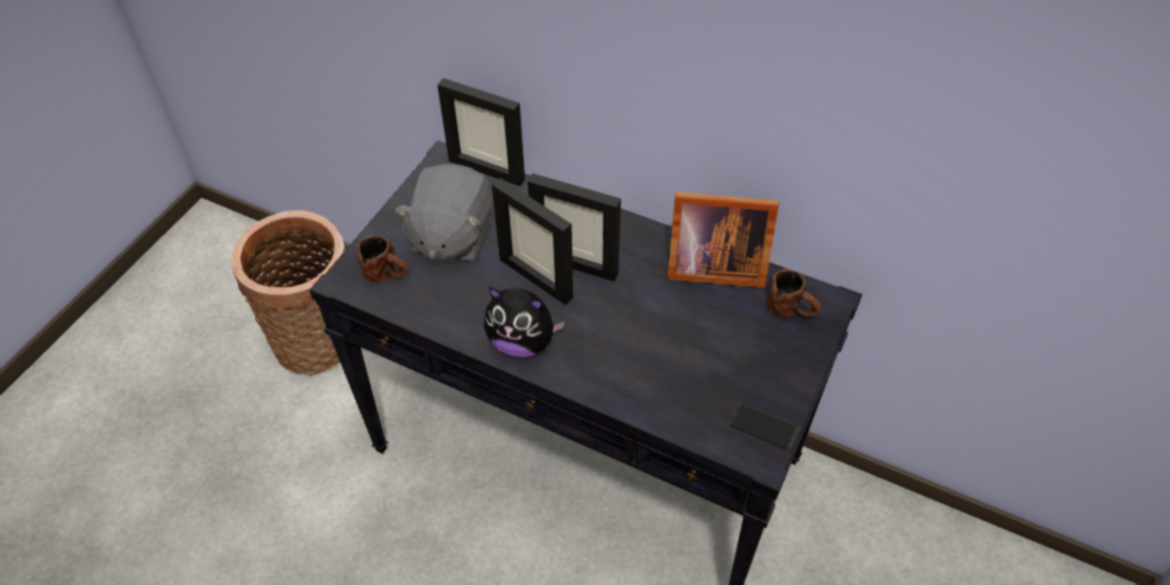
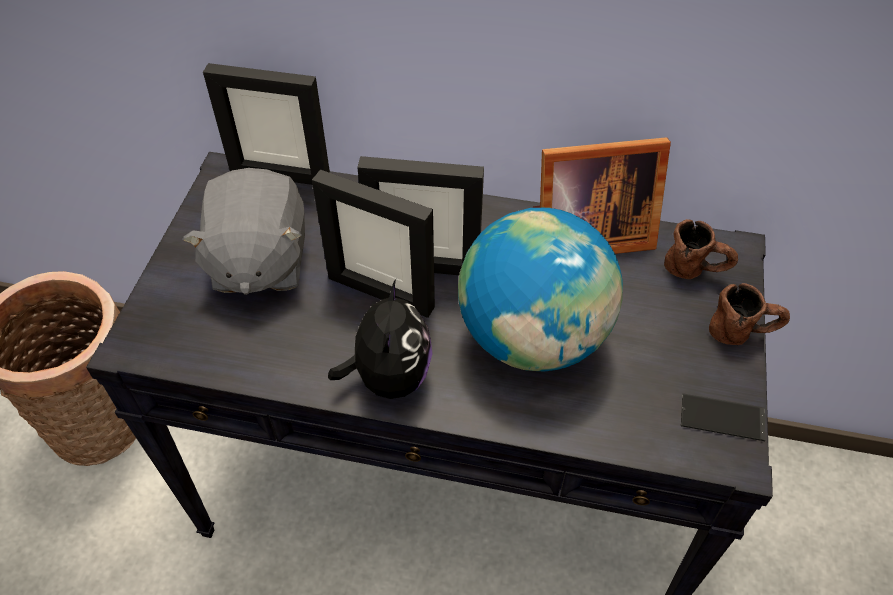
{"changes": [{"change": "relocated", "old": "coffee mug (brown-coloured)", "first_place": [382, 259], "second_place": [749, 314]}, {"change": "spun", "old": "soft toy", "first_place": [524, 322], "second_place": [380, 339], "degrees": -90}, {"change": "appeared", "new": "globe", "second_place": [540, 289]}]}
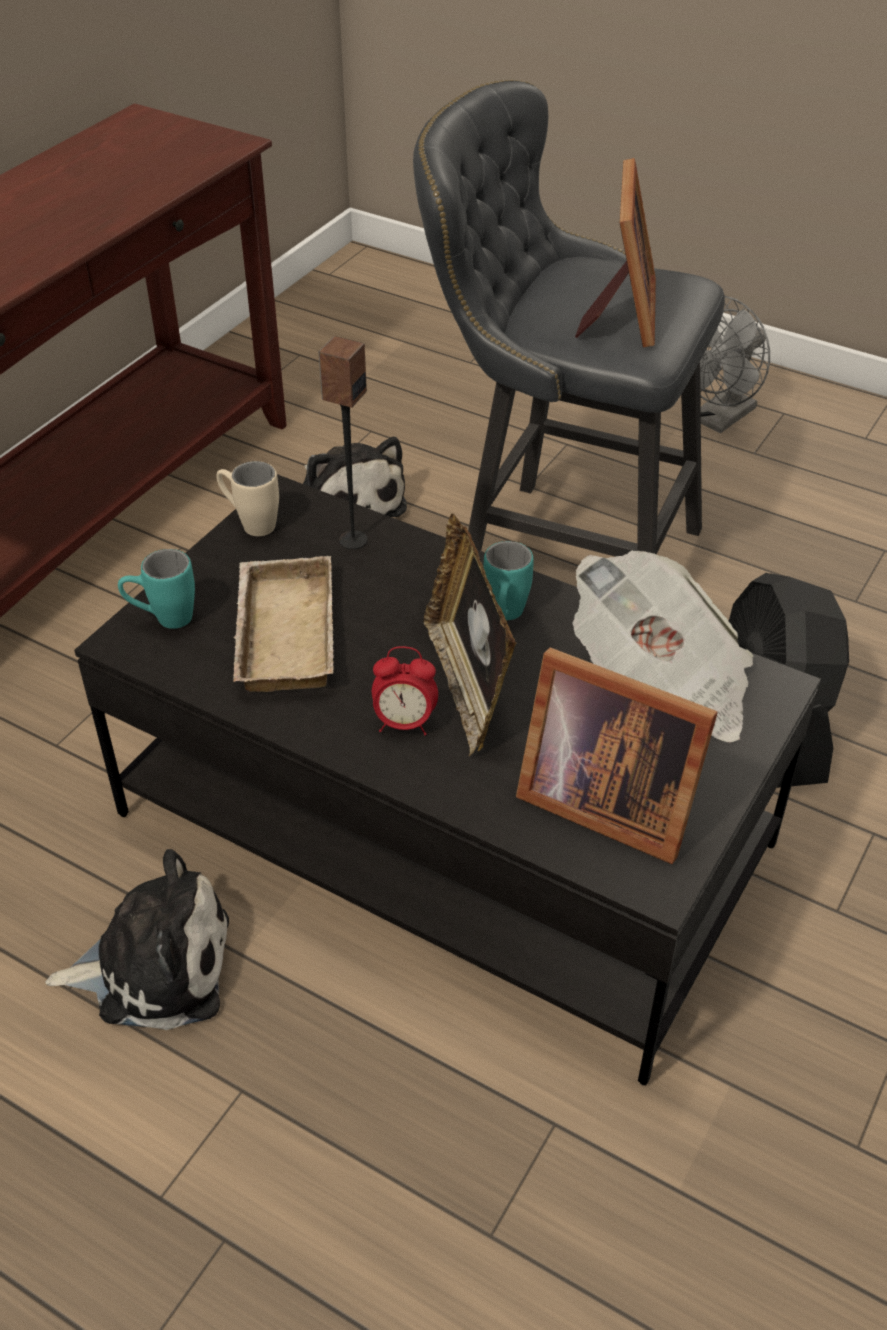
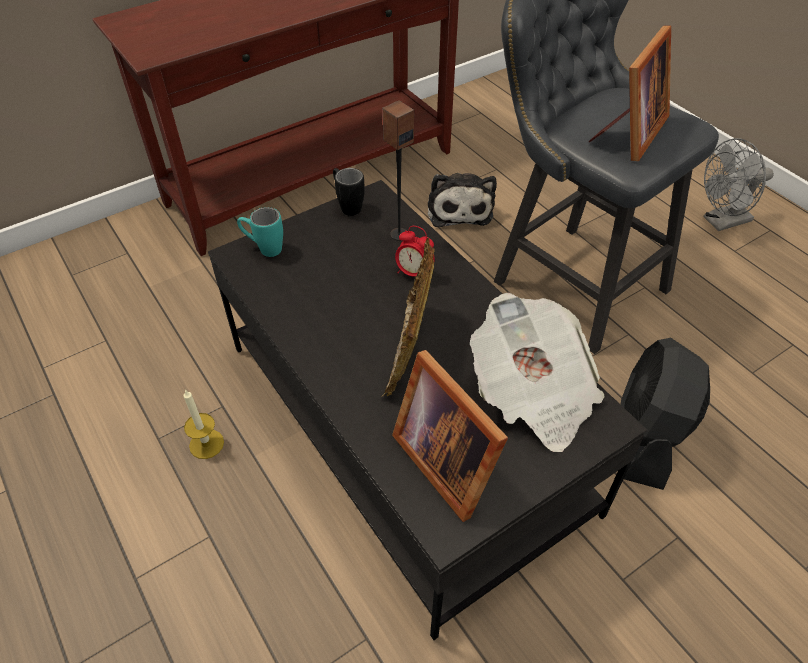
{"changes": [{"change": "exchanged", "old": "soft toy", "new": "wax candle", "first_place": [137, 939], "second_place": [203, 424]}, {"change": "colour", "old": "coffee mug (beige-coloured)", "new": "coffee mug (black-coloured)", "first_place": [247, 498], "second_place": [349, 192]}, {"change": "missing", "old": "carrying tray (beige-coloured)", "first_place": [283, 624]}, {"change": "relocated", "old": "table clock", "first_place": [405, 690], "second_place": [415, 251]}, {"change": "missing", "old": "coffee mug (blue-green)", "first_place": [509, 580]}]}
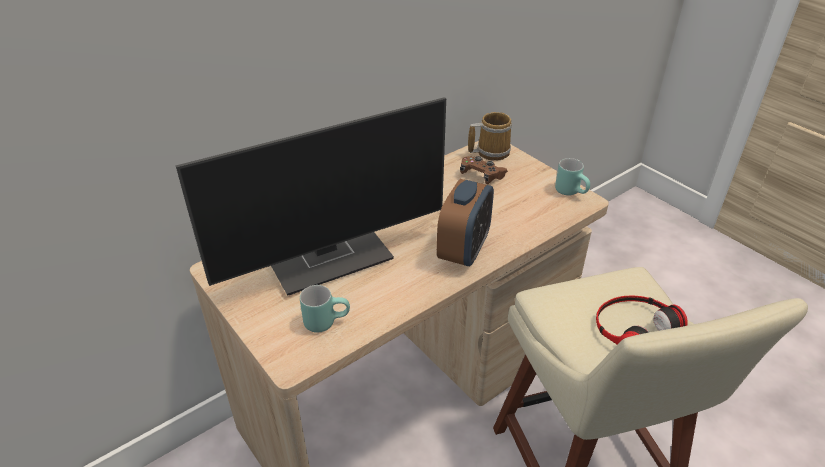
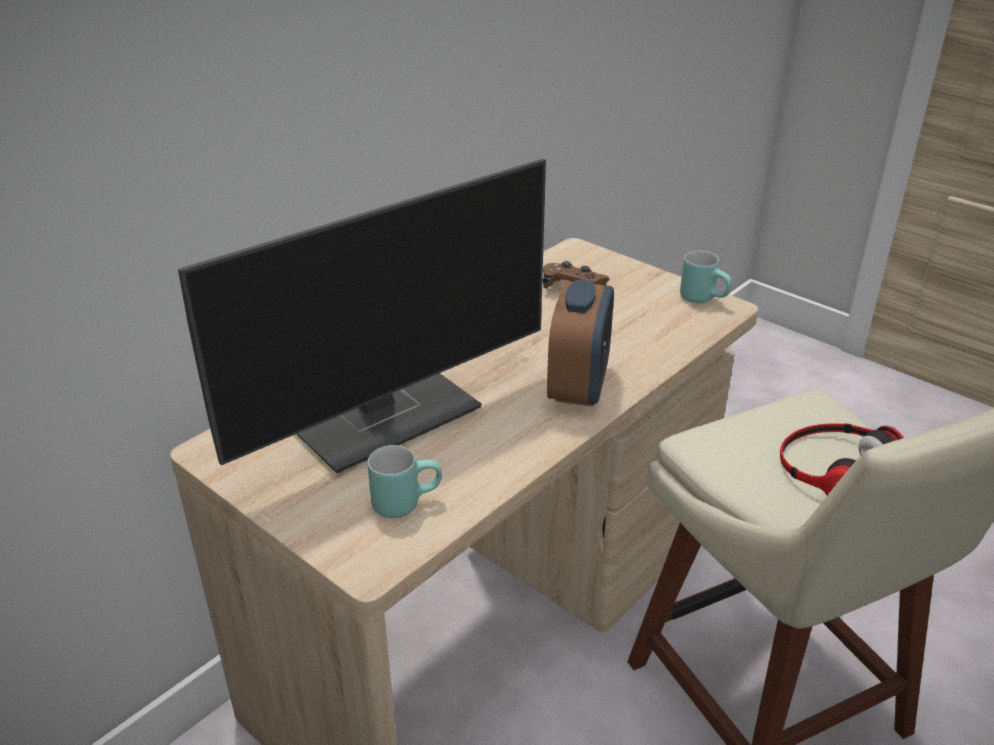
{"changes": [{"change": "missing", "old": "coffee mug", "first_place": [490, 136]}]}
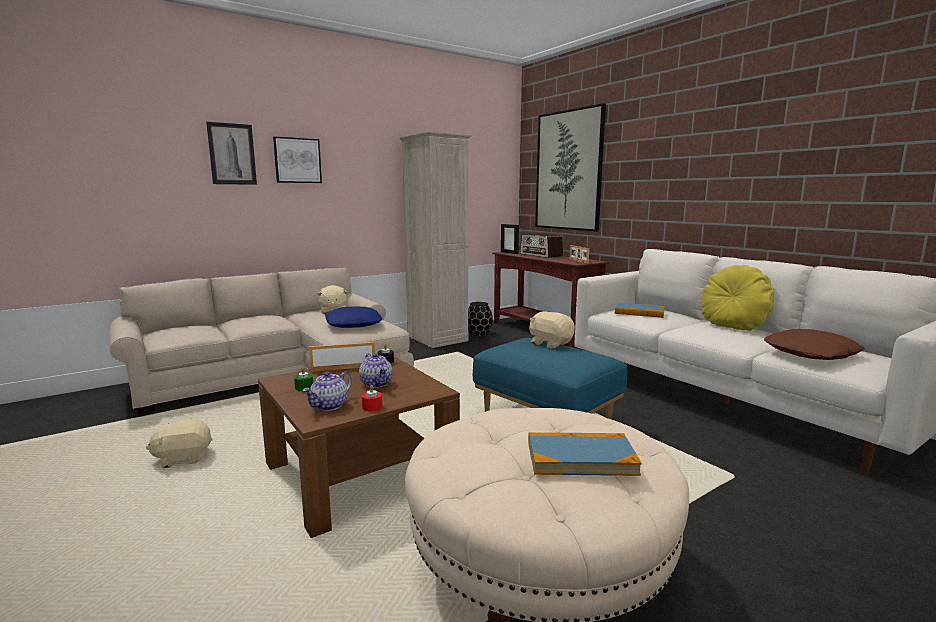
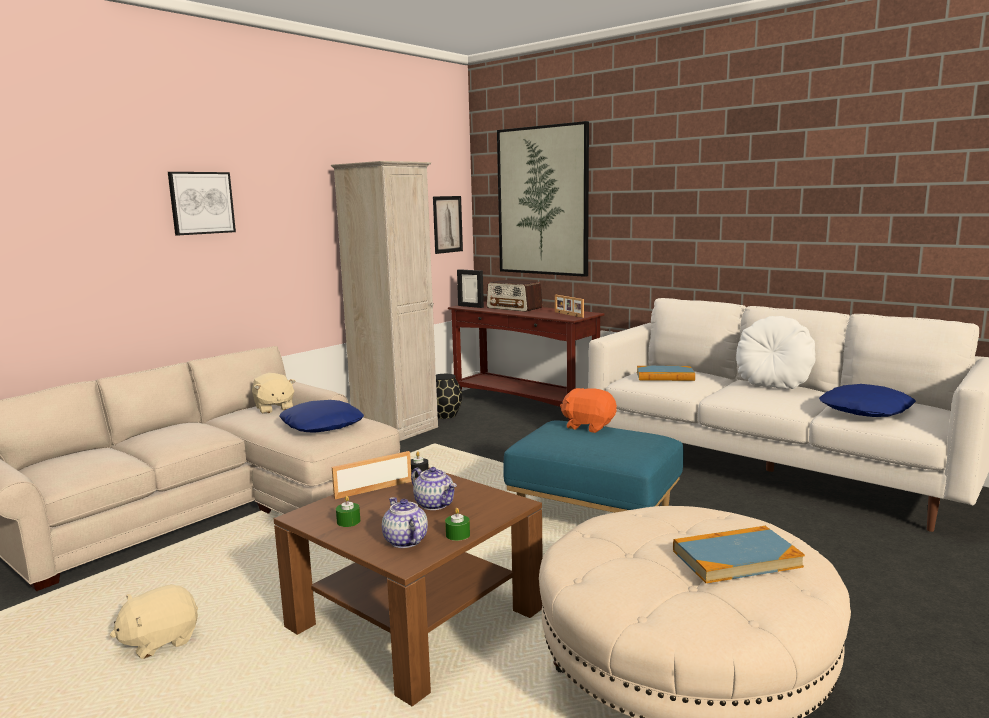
{"changes": [{"change": "relocated", "old": "picture", "first_place": [231, 153], "second_place": [448, 225]}, {"change": "spun", "old": "pot for tea", "first_place": [327, 391], "second_place": [405, 522], "degrees": 135}, {"change": "colour", "old": "wax candle (red-coloured)", "new": "wax candle (greenish)", "first_place": [372, 398], "second_place": [457, 524]}, {"change": "colour", "old": "soft toy (beige-coloured)", "new": "soft toy (orange-coloured)", "first_place": [552, 330], "second_place": [588, 410]}, {"change": "colour", "old": "cushion (yellow)", "new": "cushion (white)", "first_place": [737, 298], "second_place": [776, 352]}, {"change": "colour", "old": "cushion (brown-coloured)", "new": "cushion (bluish)", "first_place": [814, 344], "second_place": [867, 400]}]}
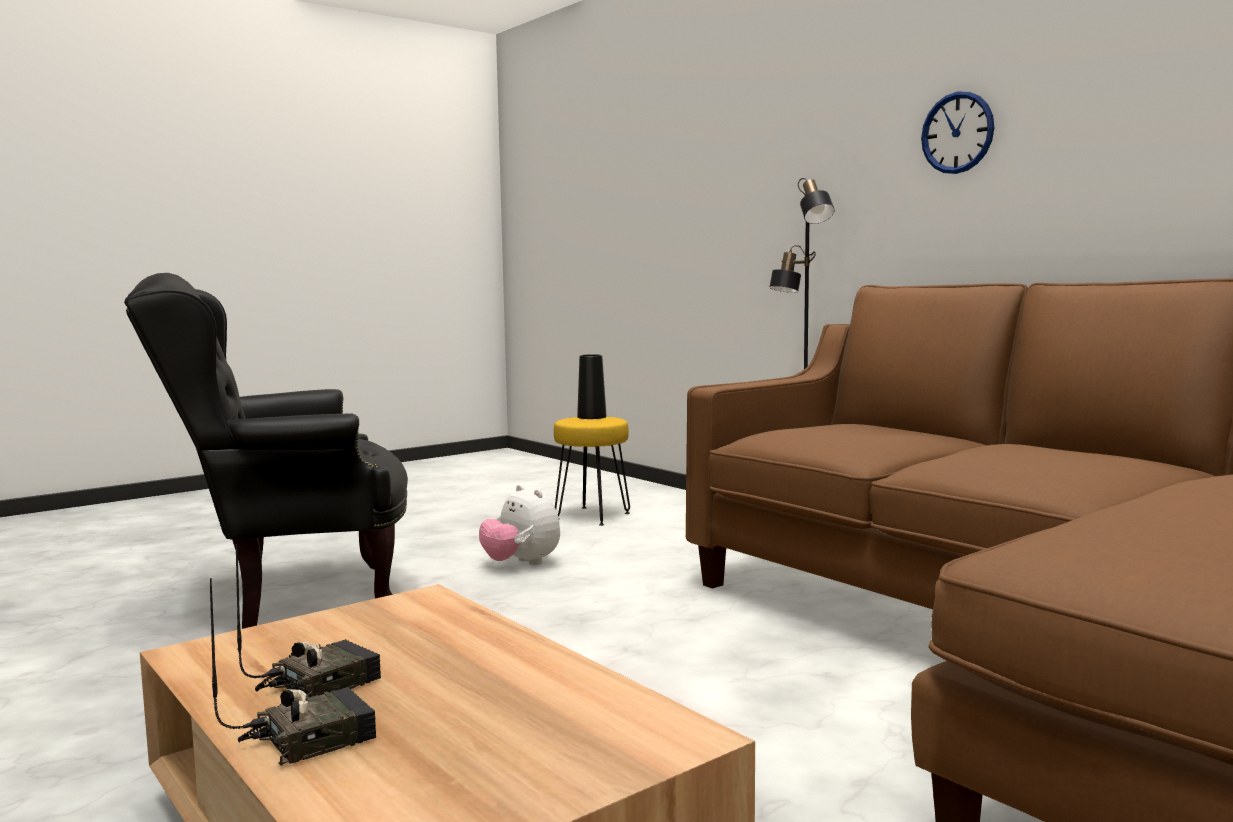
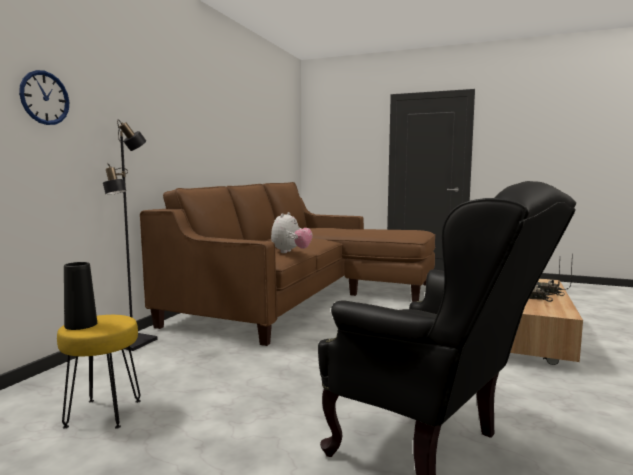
{"changes": [{"change": "relocated", "old": "soft toy", "first_place": [519, 525], "second_place": [291, 232]}, {"change": "relocated", "old": "hanging clock", "first_place": [957, 133], "second_place": [44, 97]}]}
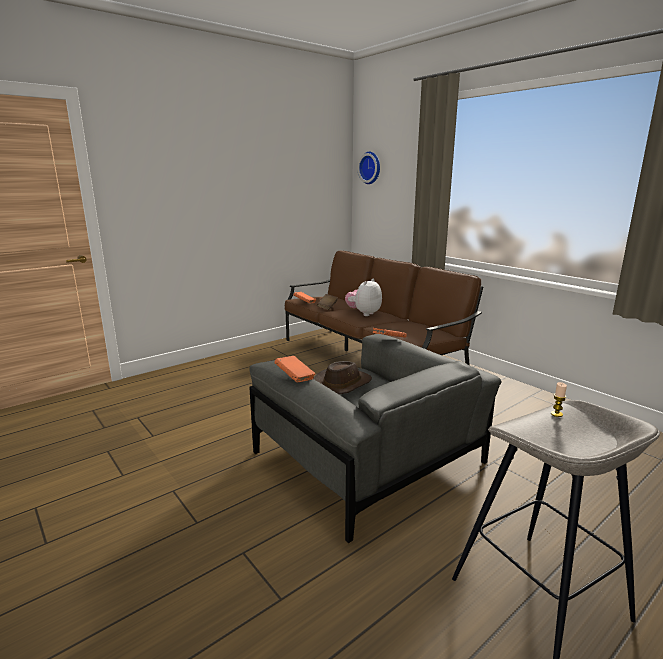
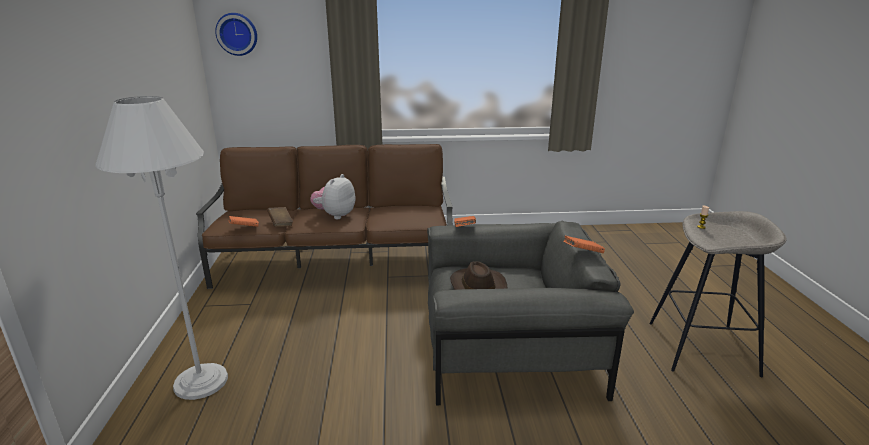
{"changes": [{"change": "relocated", "old": "book (orange-coloured)", "first_place": [294, 369], "second_place": [584, 244]}, {"change": "spun", "old": "soft toy", "first_place": [363, 297], "second_place": [333, 196], "degrees": 45}, {"change": "appeared", "new": "floor lamp (white)", "second_place": [161, 248]}]}
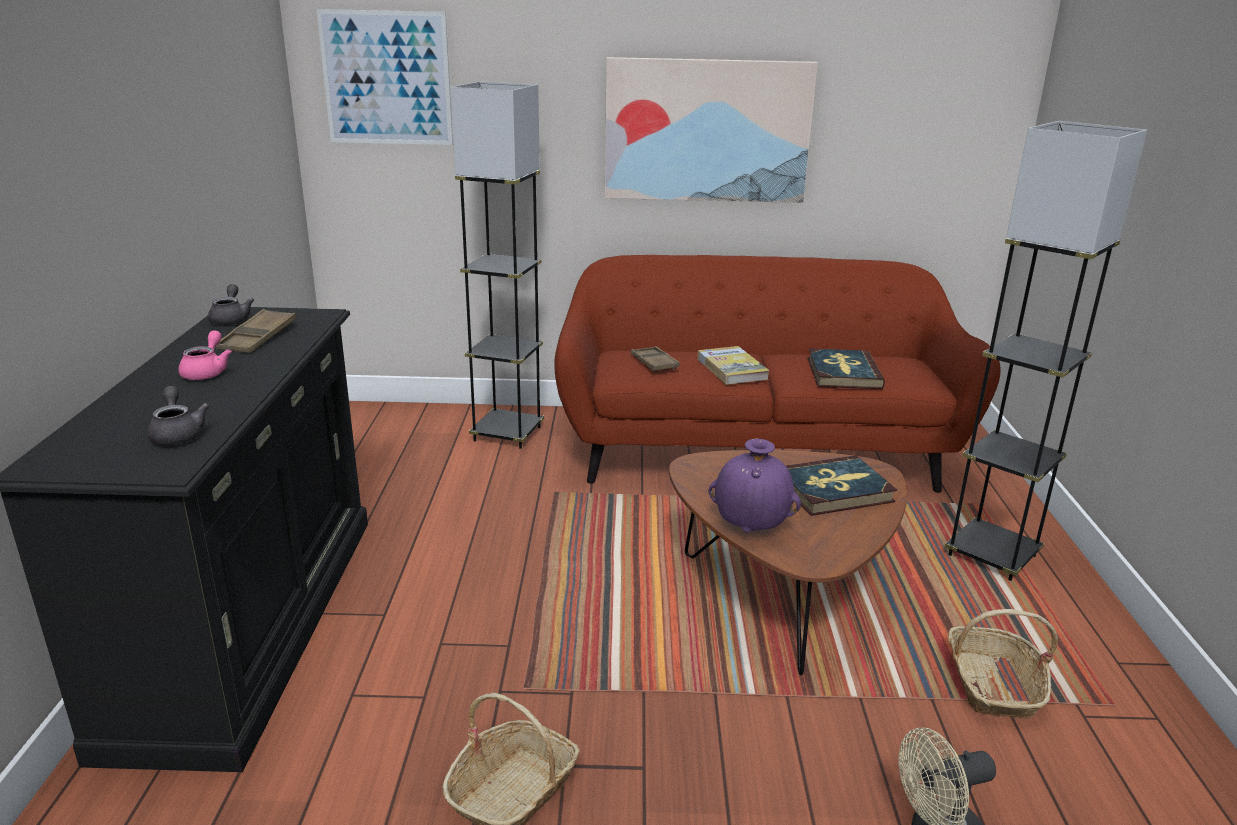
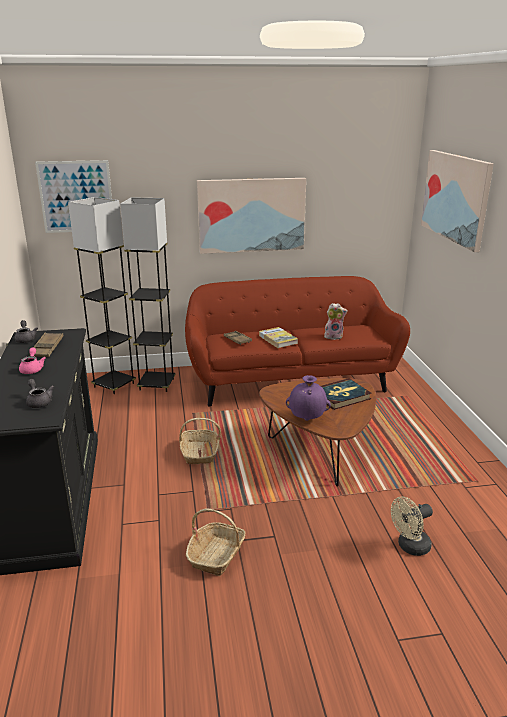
{"changes": [{"change": "exchanged", "old": "book", "new": "soft toy", "first_place": [846, 368], "second_place": [336, 321]}, {"change": "relocated", "old": "floor lamp (greyish)", "first_place": [1046, 351], "second_place": [102, 295]}, {"change": "relocated", "old": "storage basket", "first_place": [1003, 664], "second_place": [200, 441]}, {"change": "appeared", "new": "picture", "second_place": [457, 201]}]}
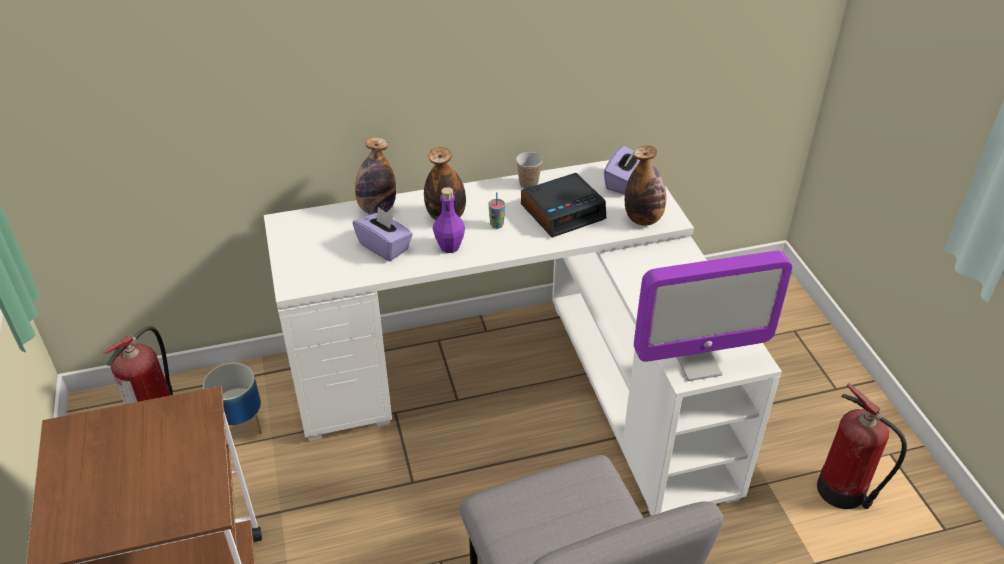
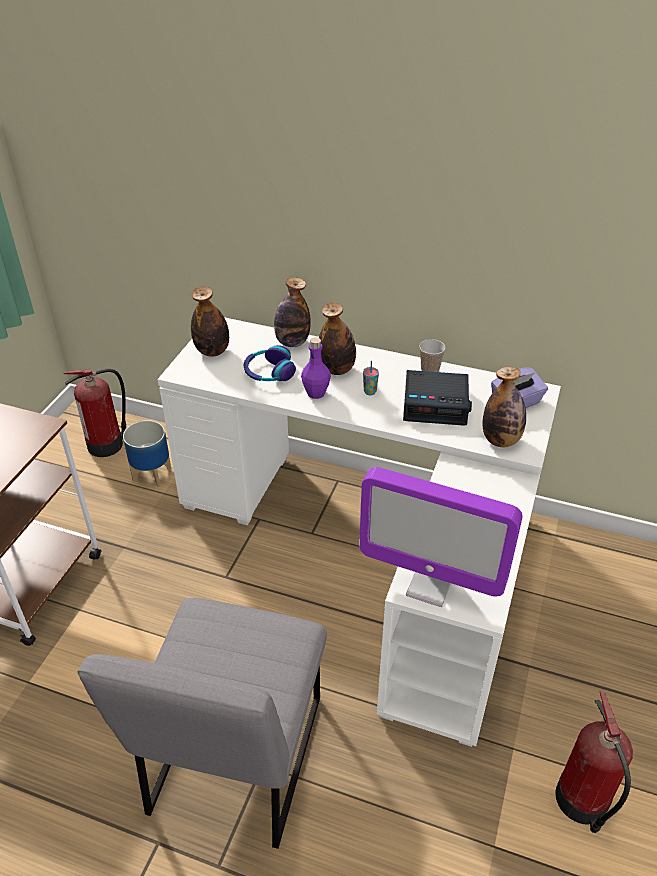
{"changes": [{"change": "exchanged", "old": "tissue box (purplish)", "new": "headset", "first_place": [383, 234], "second_place": [270, 363]}, {"change": "appeared", "new": "beverage bottle", "second_place": [210, 321]}]}
